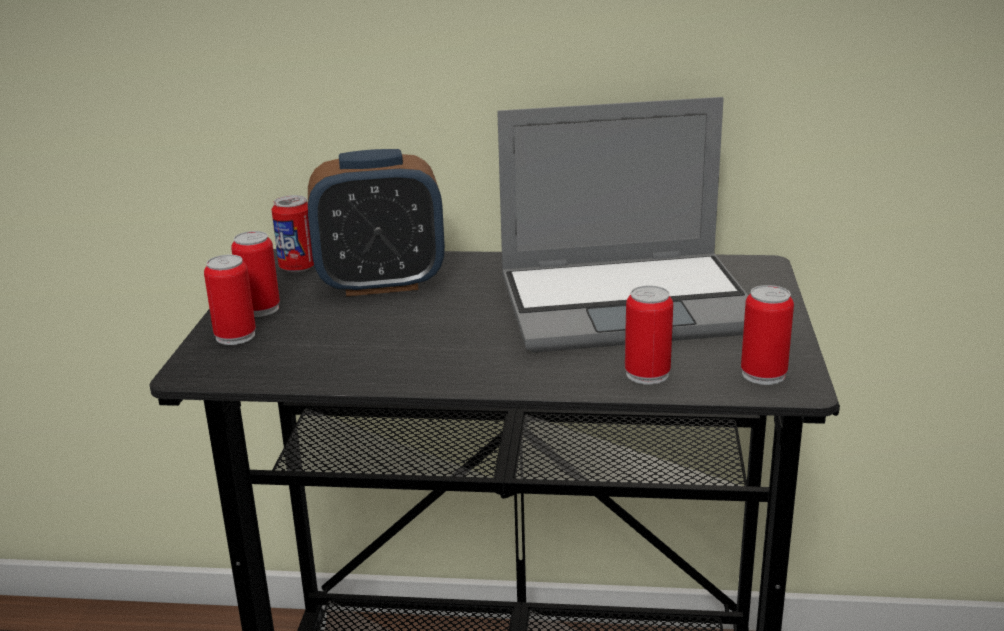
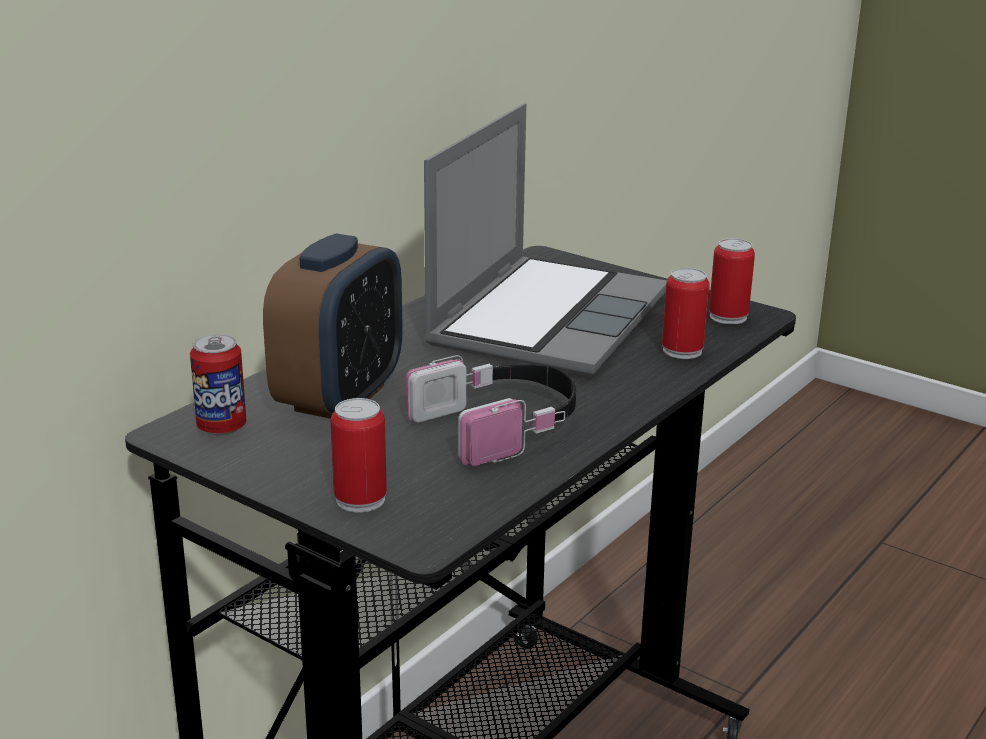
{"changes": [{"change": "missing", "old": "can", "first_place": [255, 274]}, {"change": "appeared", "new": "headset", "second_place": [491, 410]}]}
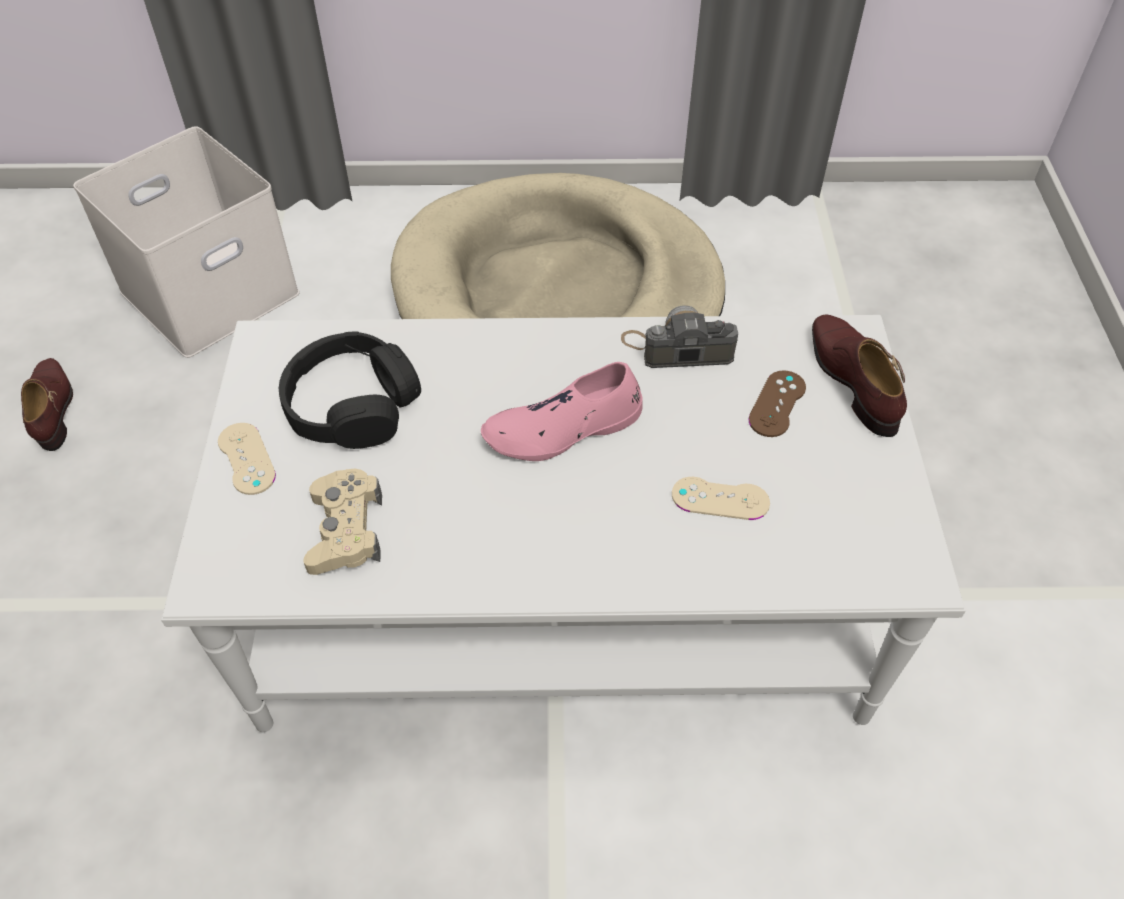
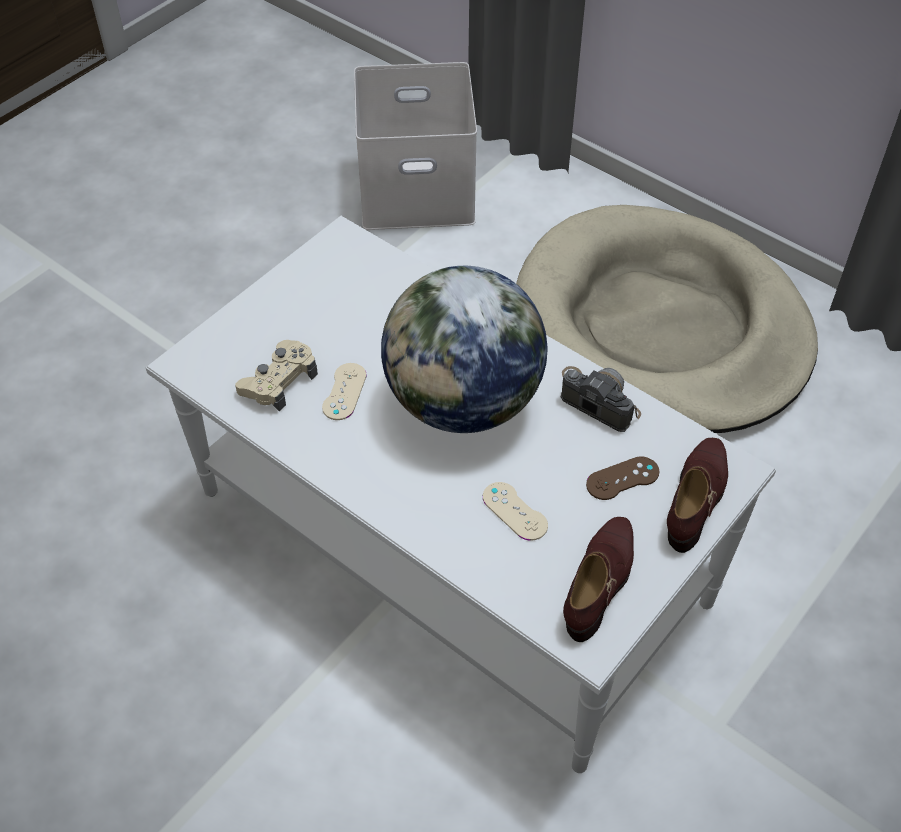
{"changes": [{"change": "relocated", "old": "item of footwear (brown-coloured)", "first_place": [47, 404], "second_place": [598, 579]}, {"change": "relocated", "old": "joypad (beige-coloured)", "first_place": [247, 459], "second_place": [344, 391]}, {"change": "missing", "old": "headset (black-coloured)", "first_place": [350, 390]}, {"change": "exchanged", "old": "item of footwear (pink-coloured)", "new": "globe", "first_place": [562, 411], "second_place": [464, 349]}]}
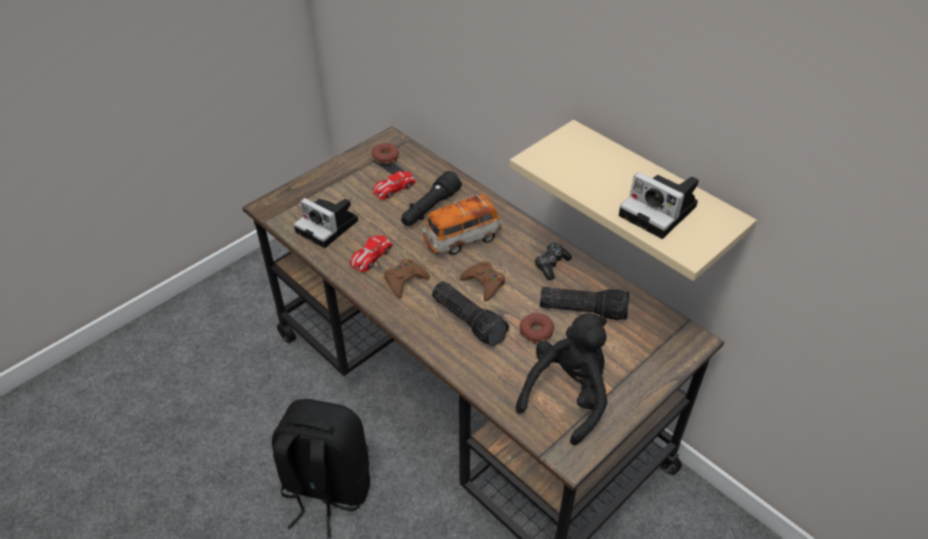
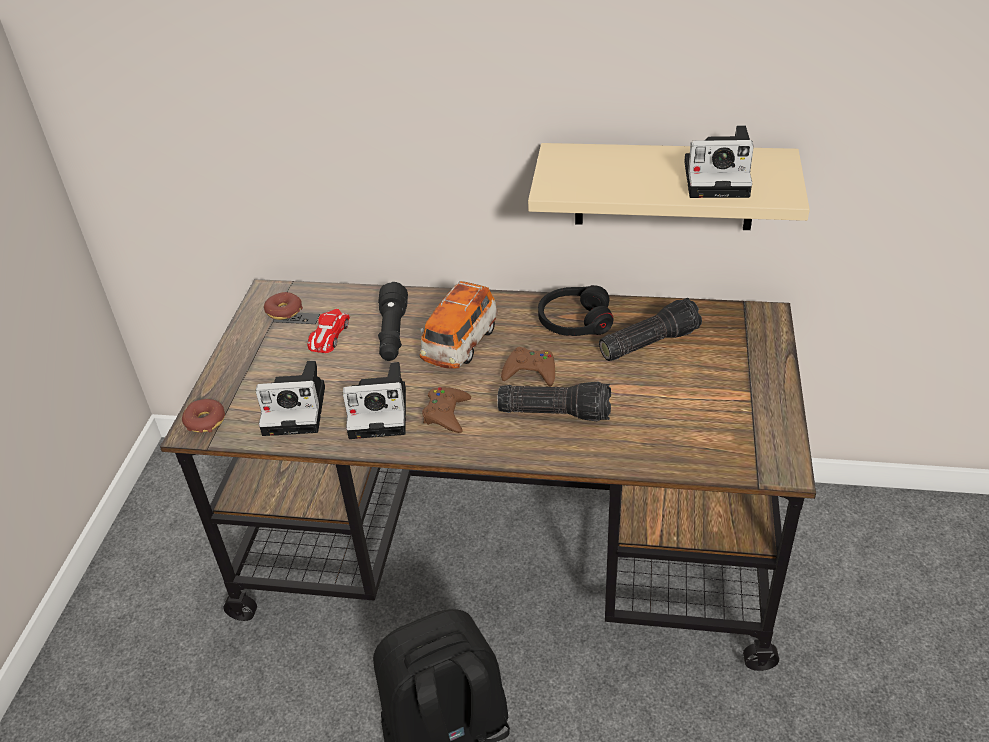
{"changes": [{"change": "exchanged", "old": "toy car", "new": "photo camera", "first_place": [372, 253], "second_place": [374, 400]}, {"change": "missing", "old": "soft toy (black-coloured)", "first_place": [561, 379]}, {"change": "relocated", "old": "doughnut", "first_place": [537, 328], "second_place": [203, 416]}, {"change": "exchanged", "old": "joypad", "new": "headset (black-coloured)", "first_place": [553, 261], "second_place": [575, 310]}]}
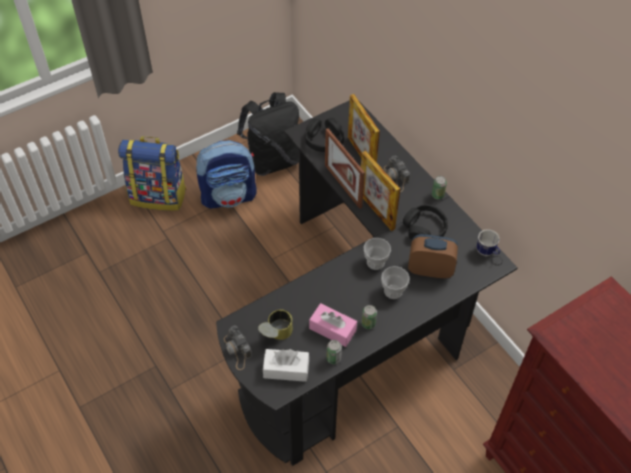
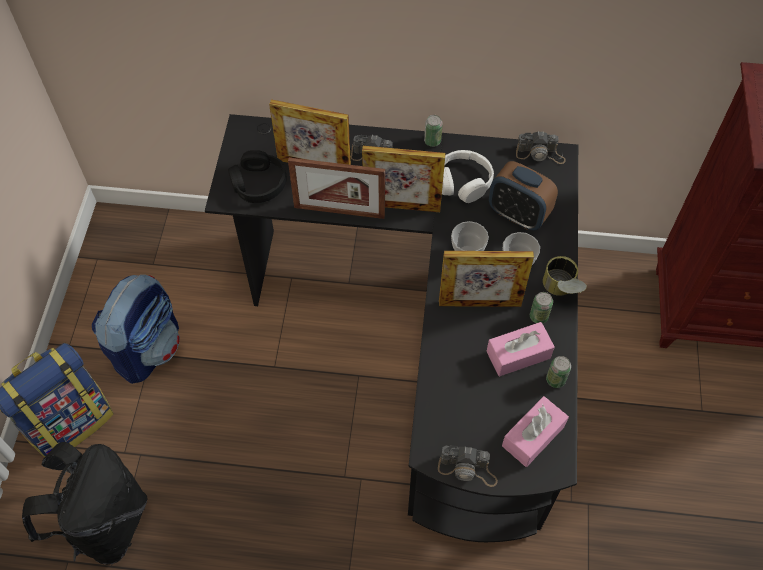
{"changes": [{"change": "relocated", "old": "backpack (black-coloured)", "first_place": [268, 134], "second_place": [84, 503]}, {"change": "relocated", "old": "can", "first_place": [275, 325], "second_place": [565, 276]}, {"change": "colour", "old": "tissue box (white)", "new": "tissue box (pink-coloured)", "first_place": [286, 365], "second_place": [535, 431]}, {"change": "colour", "old": "headset (black-coloured)", "new": "headset (white)", "first_place": [425, 222], "second_place": [468, 176]}, {"change": "spun", "old": "table clock", "first_place": [433, 256], "second_place": [523, 196], "degrees": -105}, {"change": "exchanged", "old": "coffee mug", "new": "photo camera", "first_place": [488, 242], "second_place": [541, 147]}, {"change": "appeared", "new": "picture frame", "second_place": [486, 279]}]}
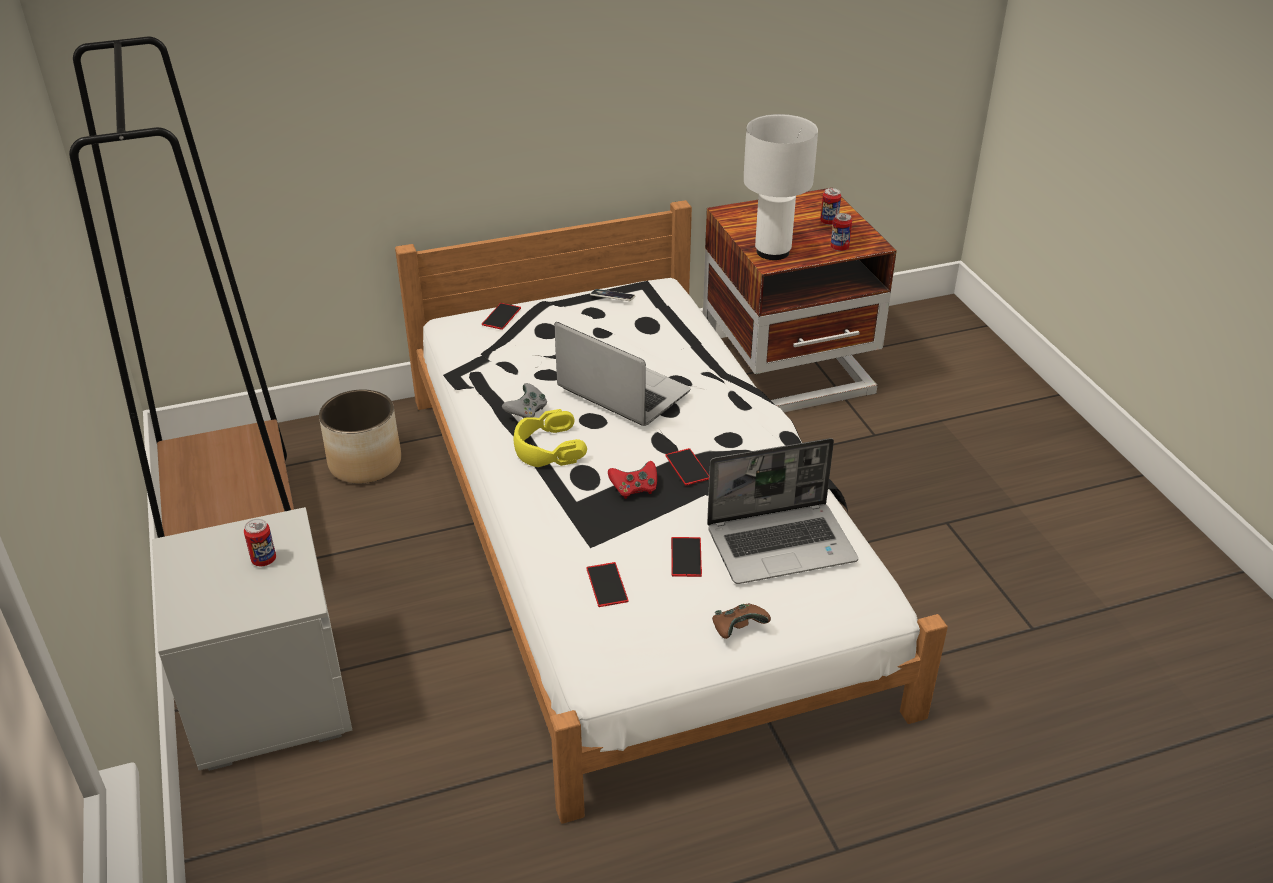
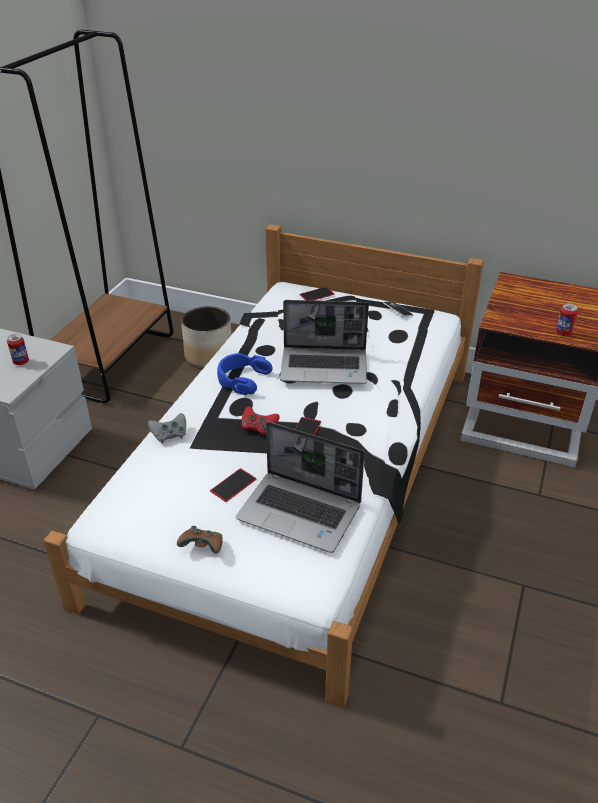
{"changes": [{"change": "relocated", "old": "joypad (greyish)", "first_place": [524, 400], "second_place": [167, 428]}, {"change": "colour", "old": "headset (yellow)", "new": "headset (bluish)", "first_place": [550, 438], "second_place": [245, 374]}, {"change": "spun", "old": "notebook computer", "first_place": [622, 374], "second_place": [324, 342], "degrees": 105}, {"change": "missing", "old": "handset", "first_place": [607, 584]}, {"change": "missing", "old": "table lamp (white)", "first_place": [781, 187]}, {"change": "missing", "old": "can", "first_place": [830, 206]}]}
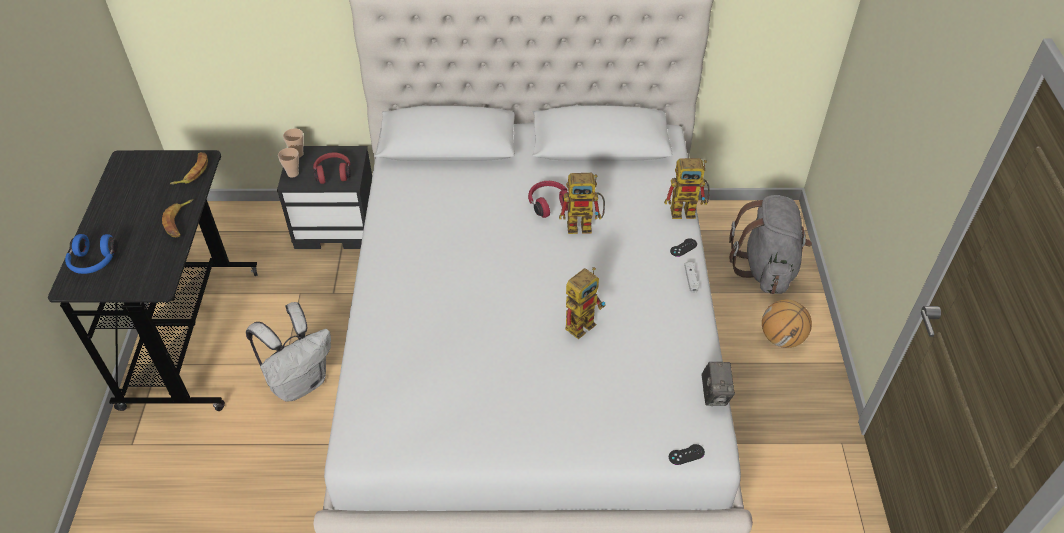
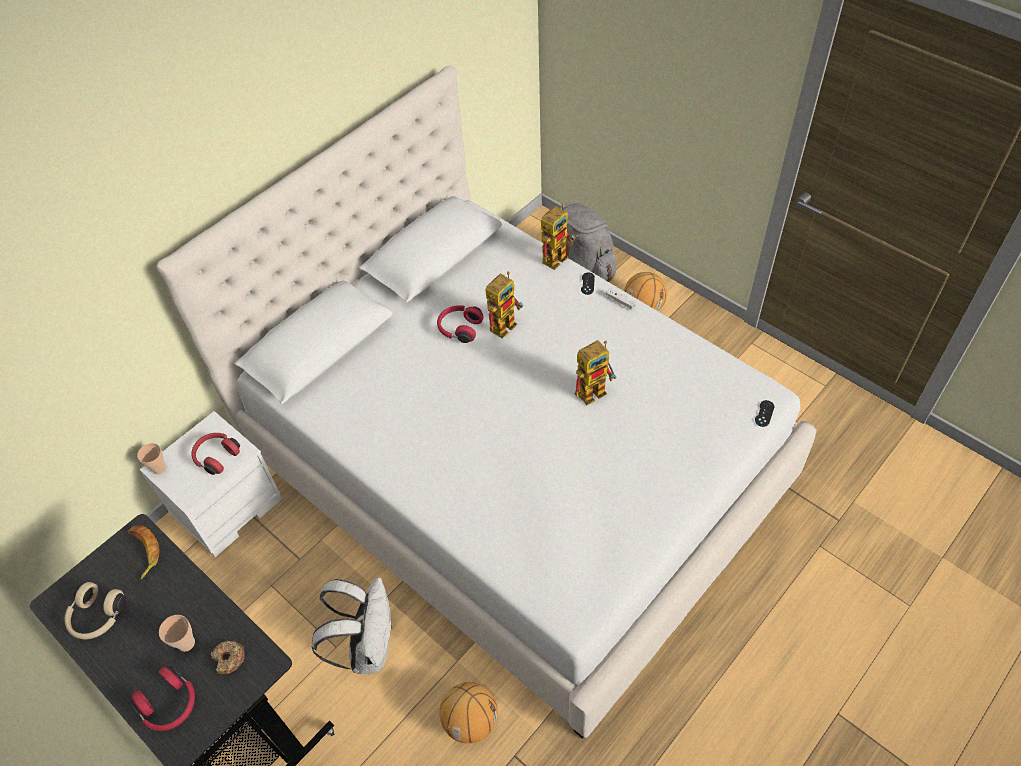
{"changes": [{"change": "colour", "old": "headset (bluish)", "new": "headset (red-coloured)", "first_place": [91, 254], "second_place": [162, 698]}, {"change": "missing", "old": "banana fruit", "first_place": [177, 218]}, {"change": "colour", "old": "bedside table (black-coloured)", "new": "bedside table (white)", "first_place": [324, 197], "second_place": [211, 484]}, {"change": "relocated", "old": "cup", "first_place": [288, 163], "second_place": [177, 633]}, {"change": "spun", "old": "robot figure", "first_place": [585, 303], "second_place": [596, 372], "degrees": 60}, {"change": "missing", "old": "photo camera", "first_place": [718, 384]}, {"change": "appeared", "new": "headset (beige-coloured)", "second_place": [95, 610]}, {"change": "appeared", "new": "doughnut", "second_place": [228, 657]}, {"change": "appeared", "new": "basketball", "second_place": [469, 712]}]}
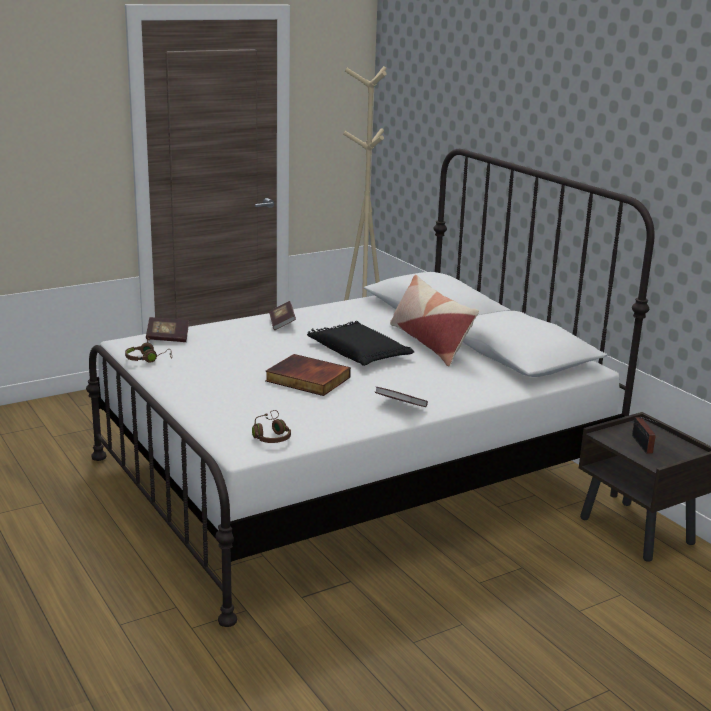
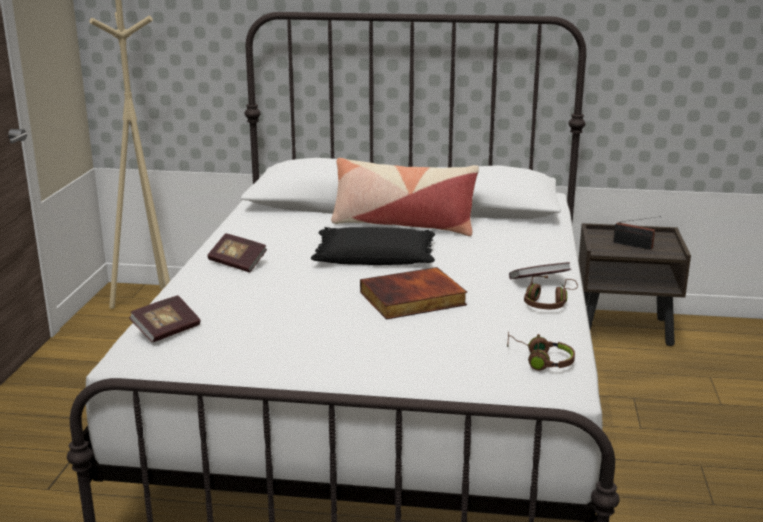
{"changes": [{"change": "relocated", "old": "headset (brown-coloured)", "first_place": [148, 350], "second_place": [551, 292]}]}
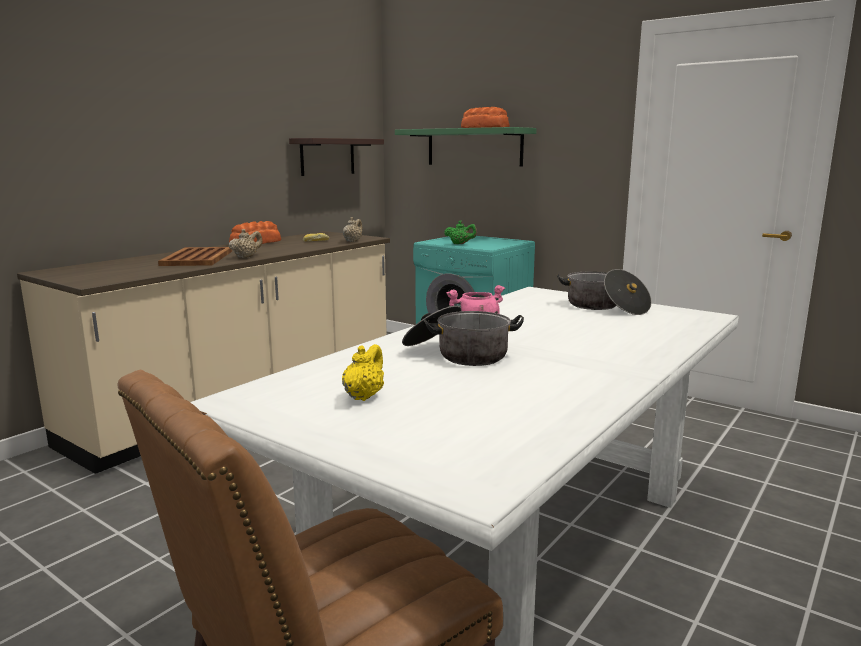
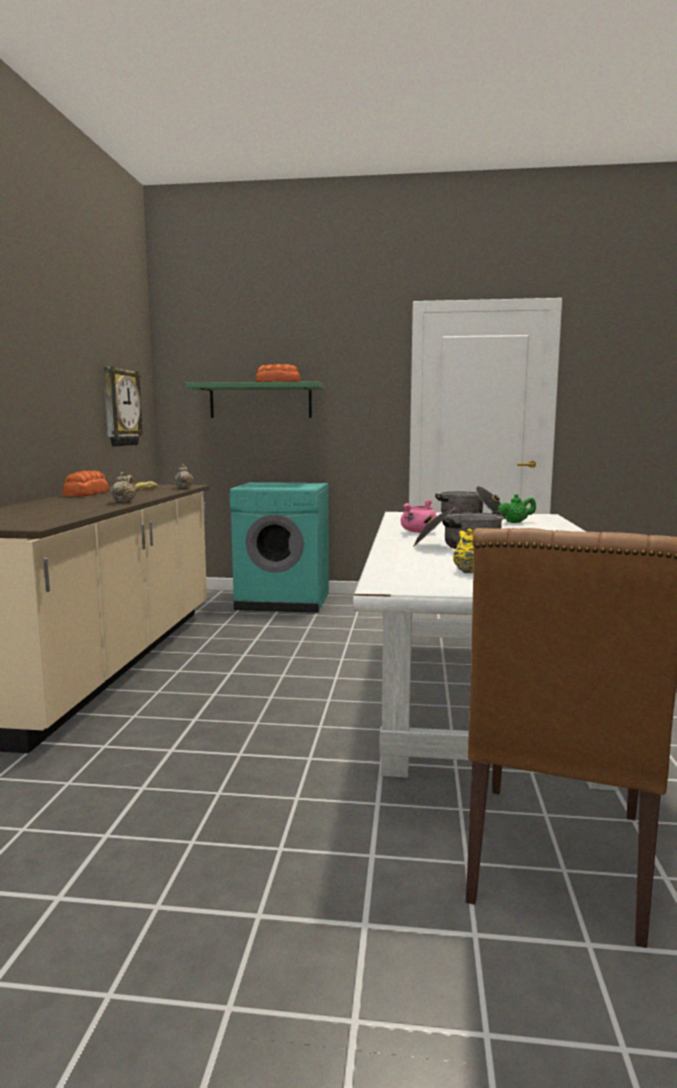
{"changes": [{"change": "missing", "old": "carrying tray (brown-coloured)", "first_place": [195, 256]}, {"change": "exchanged", "old": "shelf", "new": "hanging clock", "first_place": [336, 157], "second_place": [123, 406]}, {"change": "relocated", "old": "pot for tea (greenish)", "first_place": [460, 232], "second_place": [517, 508]}]}
